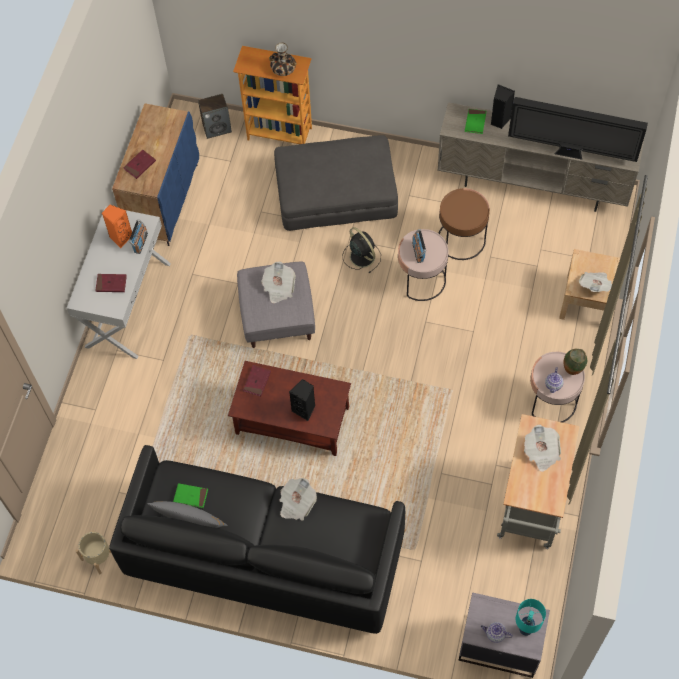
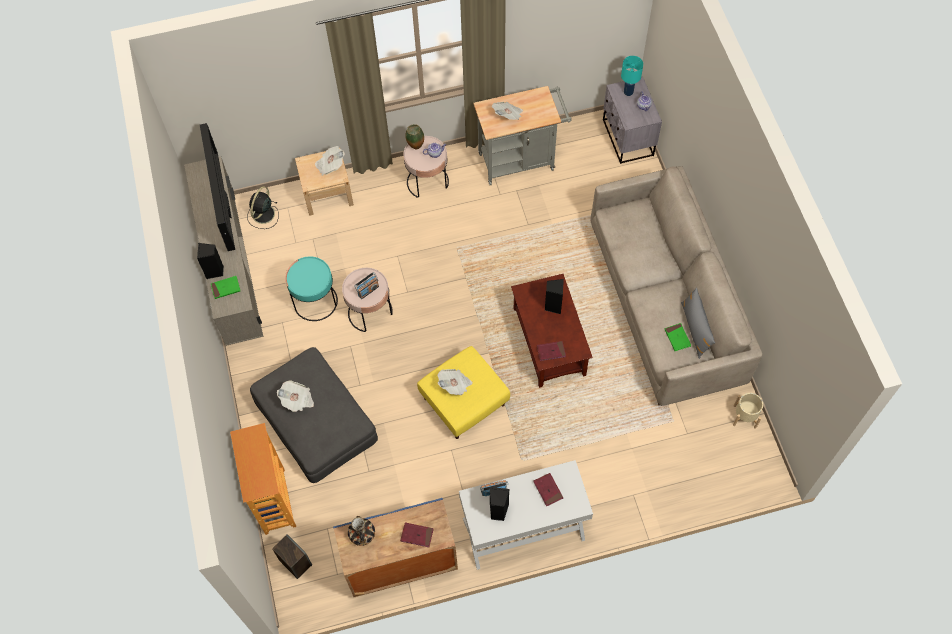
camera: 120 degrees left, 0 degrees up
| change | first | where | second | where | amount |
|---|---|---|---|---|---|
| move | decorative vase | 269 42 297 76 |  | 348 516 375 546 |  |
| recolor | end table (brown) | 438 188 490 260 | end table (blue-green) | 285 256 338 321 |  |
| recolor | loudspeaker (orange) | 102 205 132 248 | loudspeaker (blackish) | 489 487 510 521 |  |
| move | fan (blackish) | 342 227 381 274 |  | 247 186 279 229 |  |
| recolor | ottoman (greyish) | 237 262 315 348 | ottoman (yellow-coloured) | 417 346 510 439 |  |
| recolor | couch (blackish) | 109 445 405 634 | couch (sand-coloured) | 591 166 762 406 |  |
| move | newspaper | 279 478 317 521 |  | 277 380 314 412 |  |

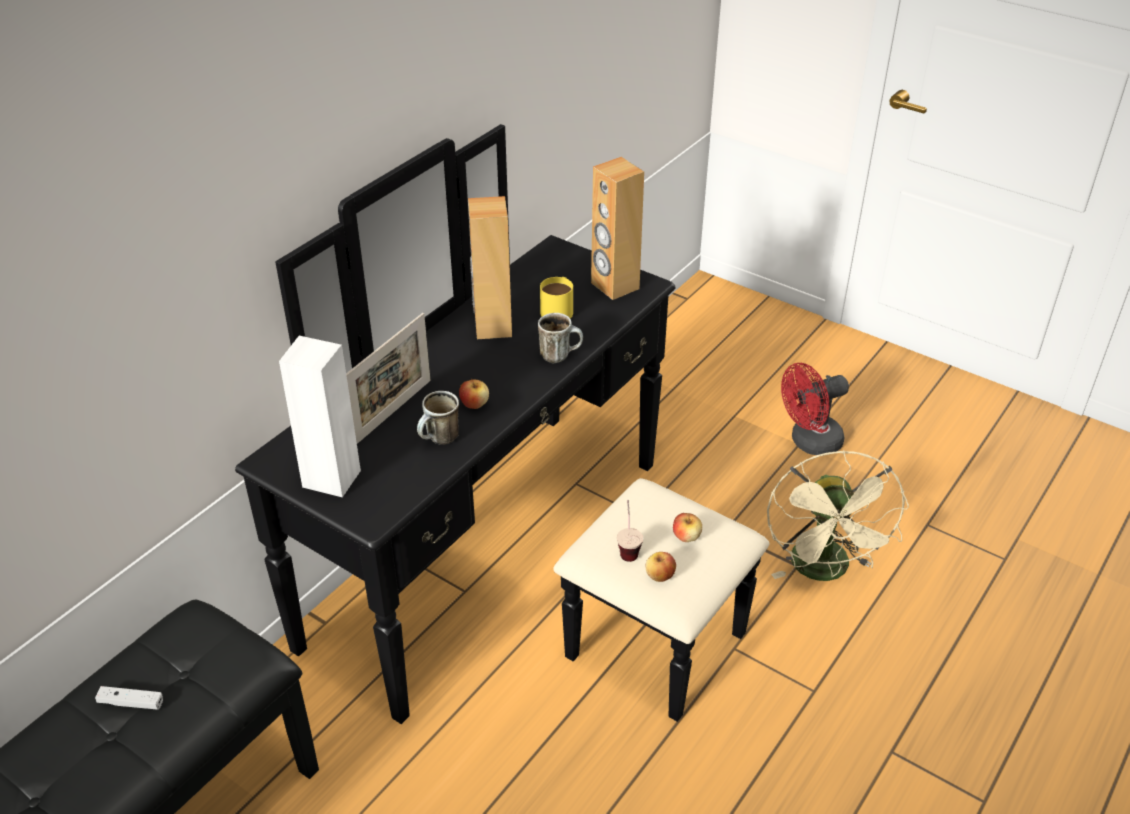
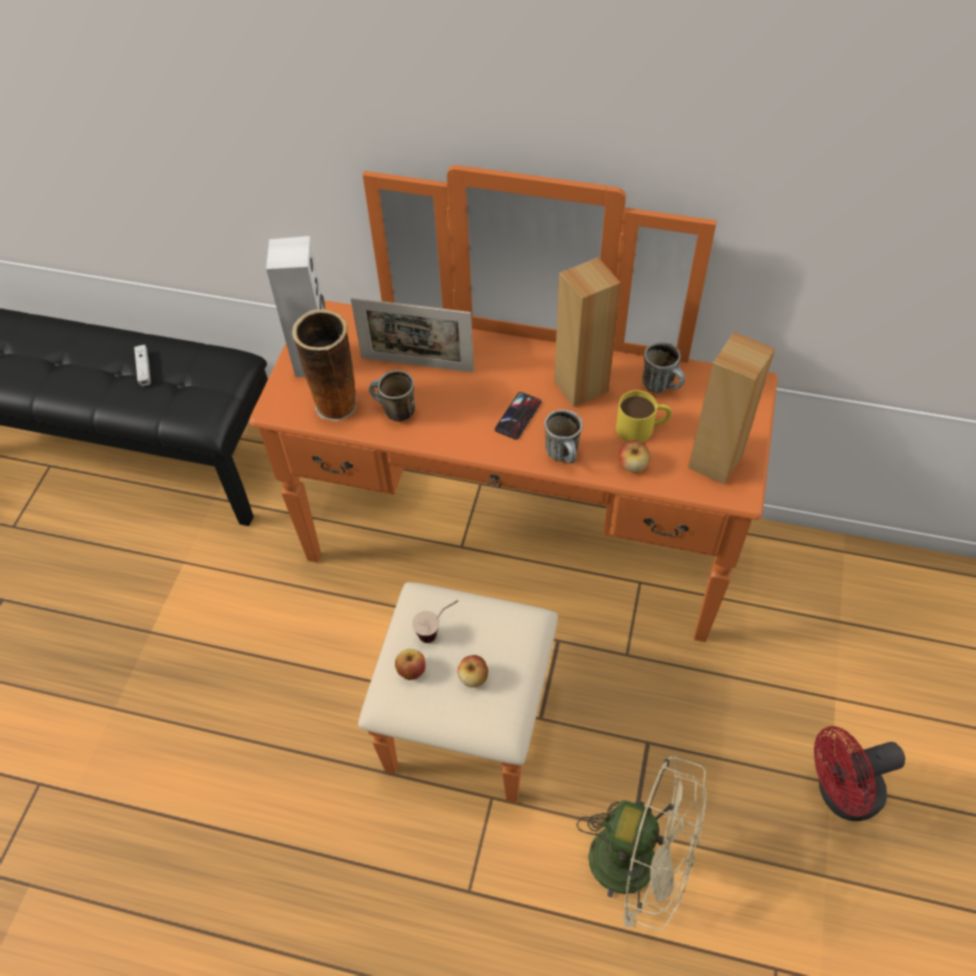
camera: 70 degrees right, 15 degrees up
| change | first | where | second | where | amount |
|---|---|---|---|---|---|
| recolor | drawer chest (blackish) | 235 124 769 724 | drawer chest (orange) | 249 165 778 803 |  |
| rotate | fan (red-coloured) | 781 363 849 455 |  | 814 726 905 821 | 60 degrees counterclockwise |
| move | apple | 459 378 489 409 |  | 619 440 650 472 |  |
| rotate | fan (sand-coloured) | 767 450 909 581 |  | 576 755 707 930 | 135 degrees counterclockwise |
| insert |  |  | decorative vase | 292 309 357 422 |  |
| insert |  |  | coffee mug | 643 342 685 393 |  |
| insert |  |  | handset | 495 392 541 440 |  |

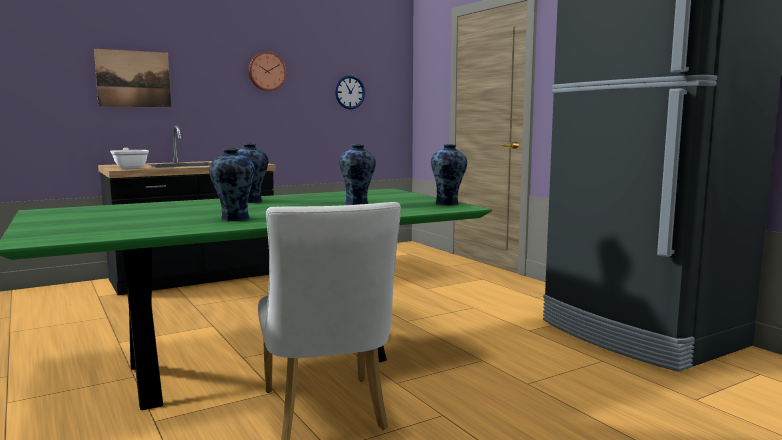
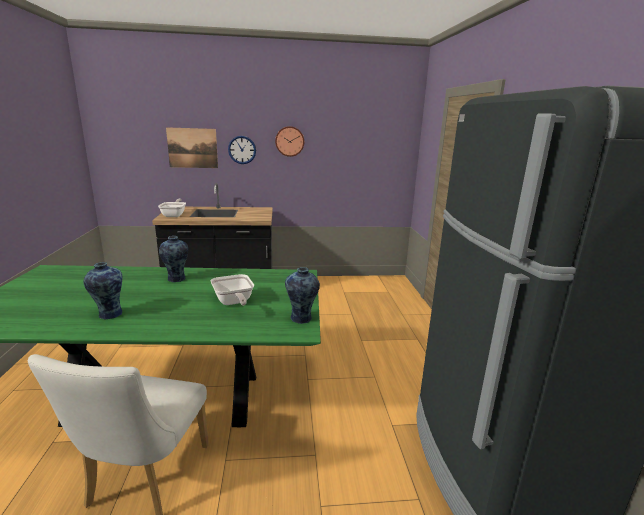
camera: 25 degrees right, 10 degrees up
| change | first | where | second | where | amount |
|---|---|---|---|---|---|
| move | clock on the wall | 335 75 365 109 |  | 228 136 256 164 |  |
| replace | decorative vase | 339 144 376 205 | skillet | 210 274 254 306 |  |

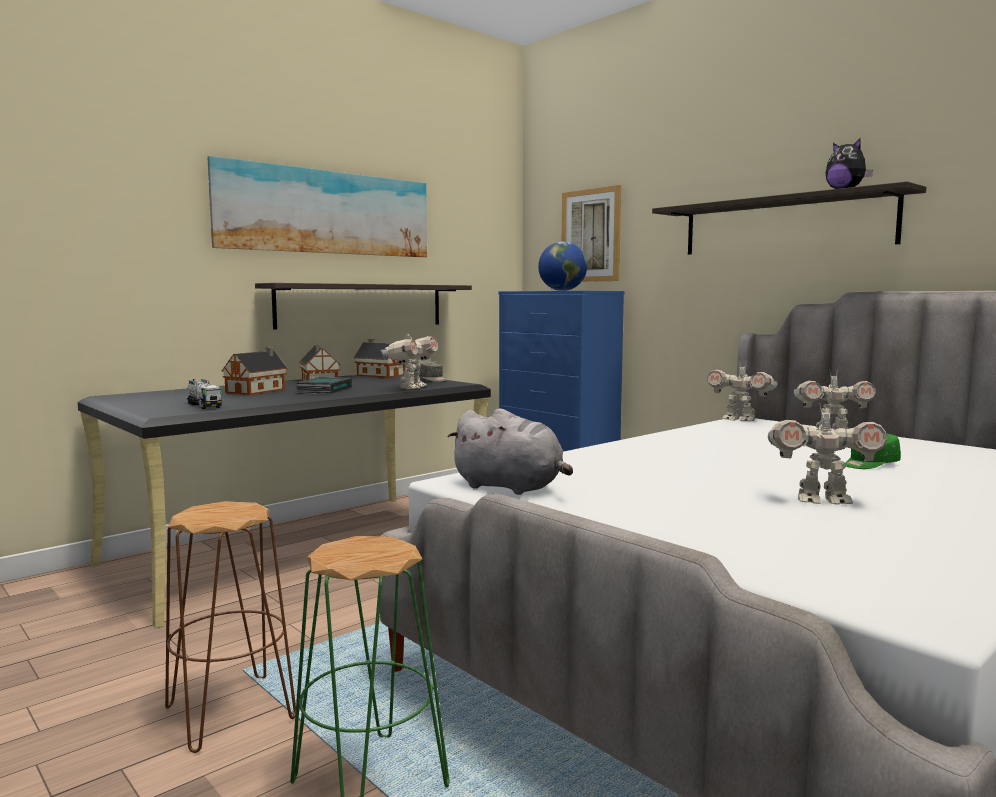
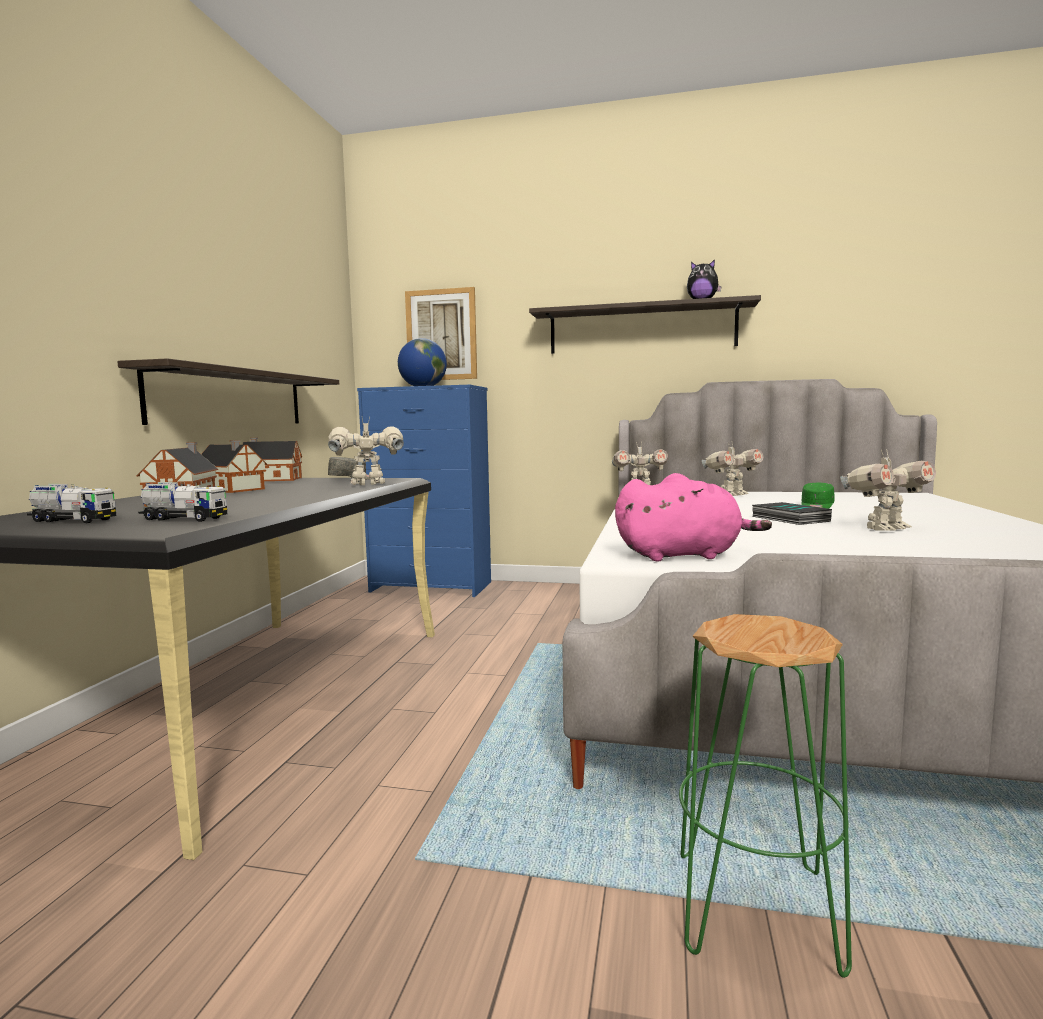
camera: 35 degrees left, 0 degrees up
| change | first | where | second | where | amount |
|---|---|---|---|---|---|
| delete | picture | 208 156 427 257 |  |  |  |
| rotate | robot figure | 380 329 438 389 |  | 328 416 404 485 | 90 degrees counterclockwise |
| move | bound book | 296 377 352 394 |  | 752 502 832 525 |  |
| recolor | plush toy (greyish) | 447 408 573 495 | plush toy (pinkish) | 615 473 772 562 |  |
| delete | stool seat (brown) | 165 501 296 753 |  |  |  |
| insert |  |  | toy truck | 27 484 116 523 |  |

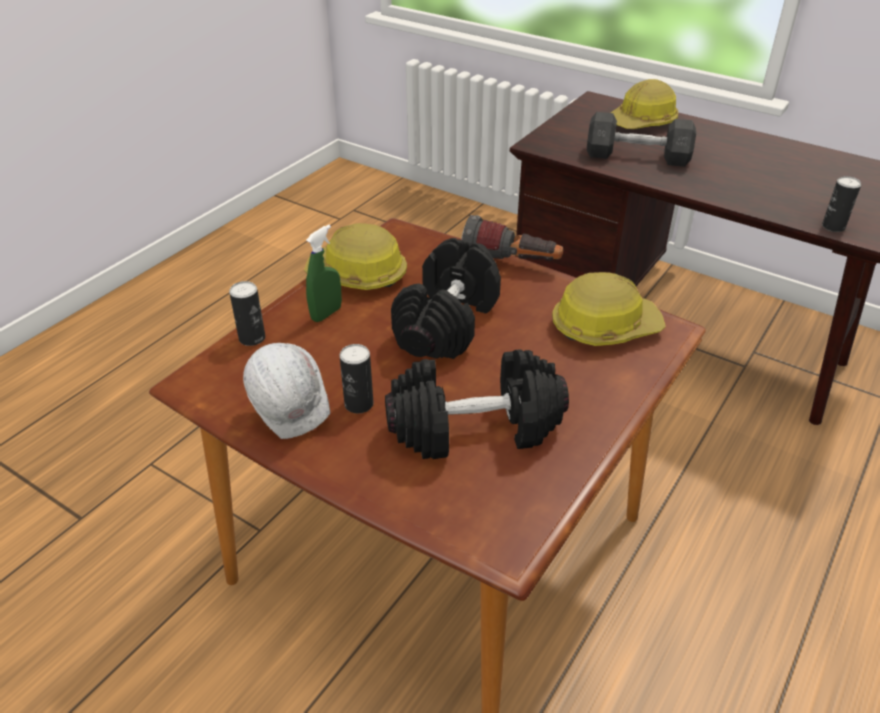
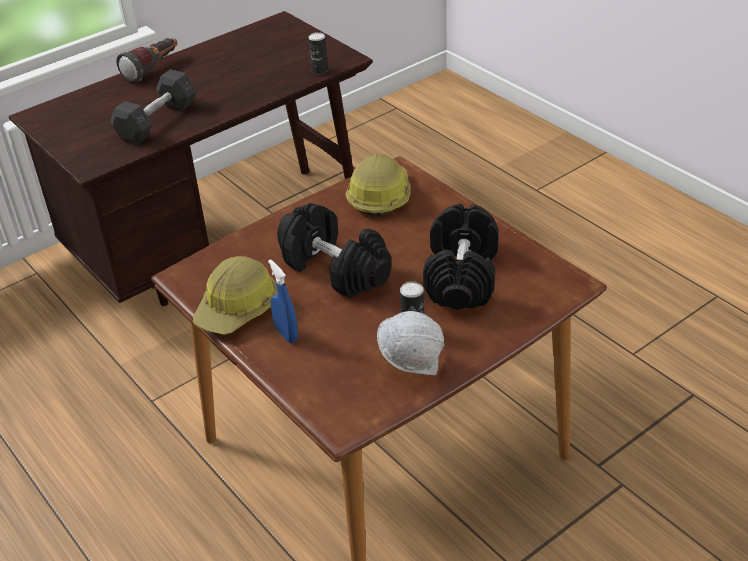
camera: 70 degrees left, 0 degrees up
| change | first | where | second | where | amount |
|---|---|---|---|---|---|
| delete | work helmet | 611 79 678 129 |  |  |  |
| move | flashlight | 461 215 563 261 |  | 116 38 177 83 |  |
| recolor | hand sprayer (green) | 306 224 342 322 | hand sprayer (blue-coloured) | 268 259 298 343 |  |
| delete | can | 229 281 265 346 |  |  |  |

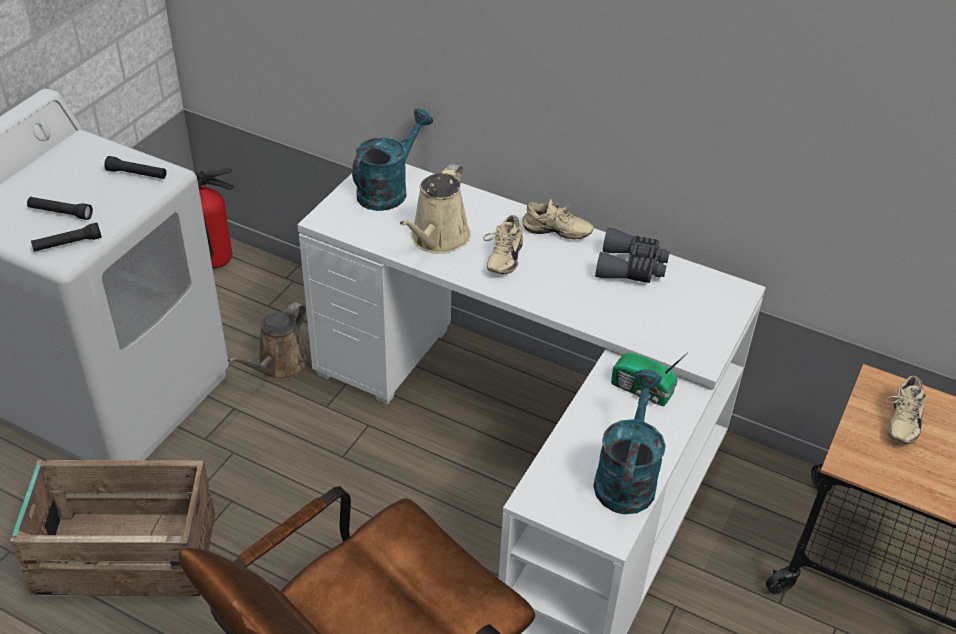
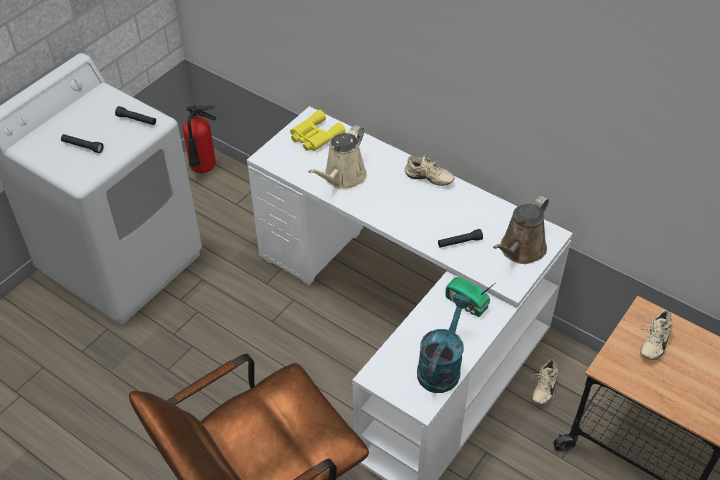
camera: 10 degrees right, 5 degrees up
| change | first | where | second | where | amount |
|---|---|---|---|---|---|
| replace | sprinkling can (blue-green) | 352 108 433 211 | field glasses (yellow-coloured) | 290 110 345 151 |  |
| move | shoe (sand-coloured) | 483 215 523 274 |  | 531 359 558 405 |  |
| move | flashlight (blackish) | 31 223 102 252 |  | 438 229 483 248 |  |
| delete | field glasses (greyish) | 595 227 670 283 |  |  |  |
| move | sprinkling can (brown) | 228 302 310 381 |  | 493 196 549 264 |  |
| delete | shipping crate | 10 460 215 596 |  |  |  |

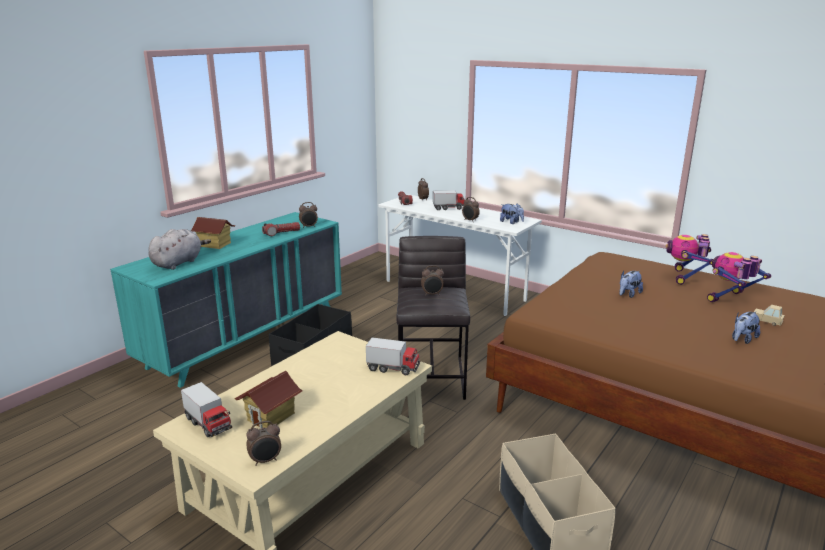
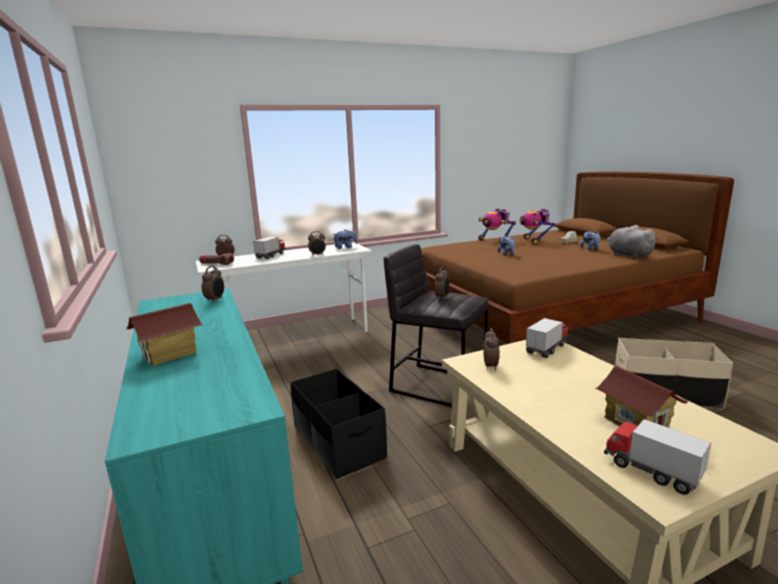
camera: 60 degrees left, 5 degrees down
| change | first | where | second | where | amount |
|---|---|---|---|---|---|
| delete | flashlight | 262 222 300 236 |  |  |  |
| move | plush toy (greyish) | 148 229 211 270 |  | 607 225 659 258 |  |
| rotate | toy truck | 181 382 232 437 |  | 604 419 711 495 | 120 degrees counterclockwise |
| move | alarm clock | 246 421 281 466 |  | 483 328 500 371 |  |

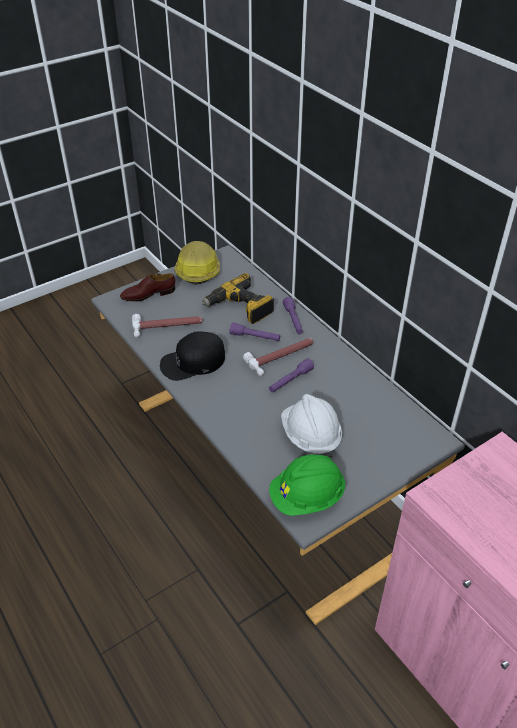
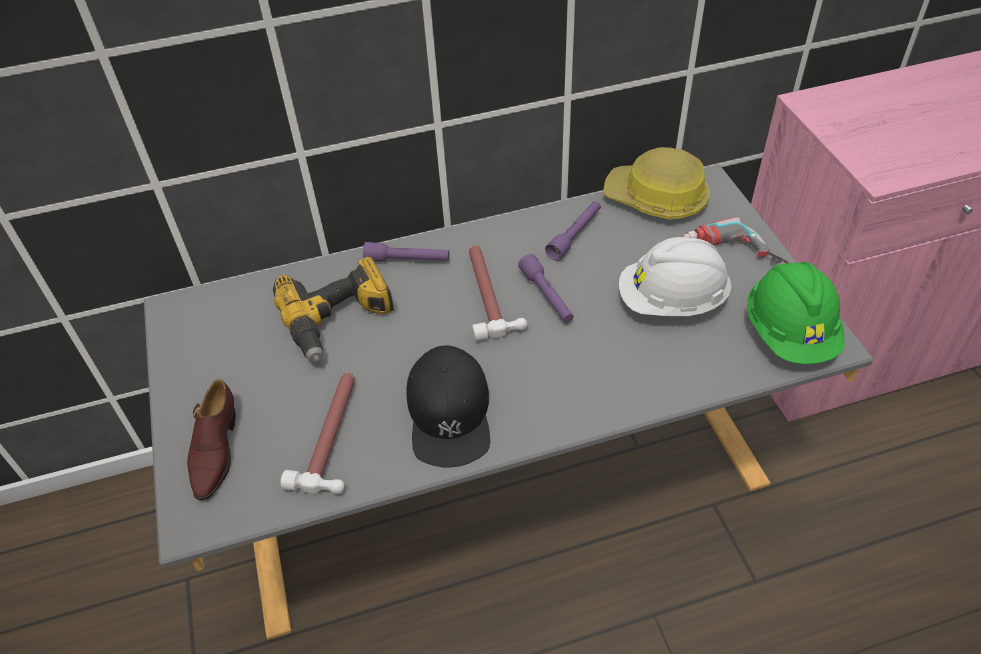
camera: 70 degrees left, 5 degrees up
| change | first | where | second | where | amount |
|---|---|---|---|---|---|
| move | work helmet | 174 241 220 285 |  | 603 147 710 220 |  |
| move | flashlight (purple-coloured) | 229 322 280 341 |  | 545 201 601 261 |  |
| insert |  |  | drill | 683 217 789 263 |  |

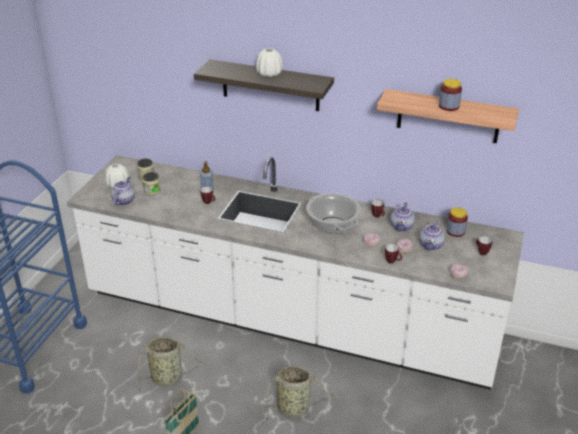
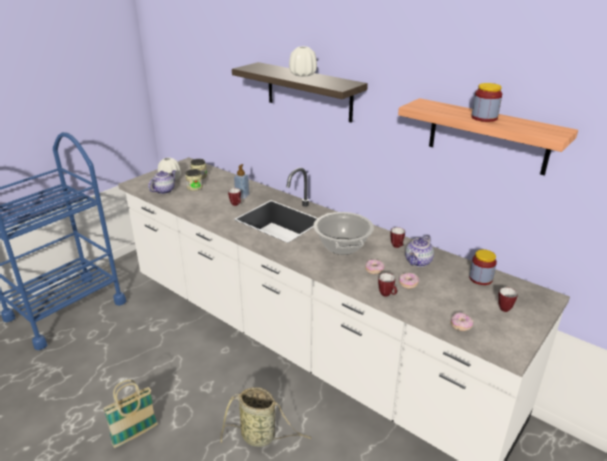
camera: 20 degrees right, 5 degrees down
| change | first | where | second | where | amount |
|---|---|---|---|---|---|
| delete | teapot | 419 220 445 250 |  |  |  |
| delete | storage basket | 134 337 212 392 |  |  |  |

